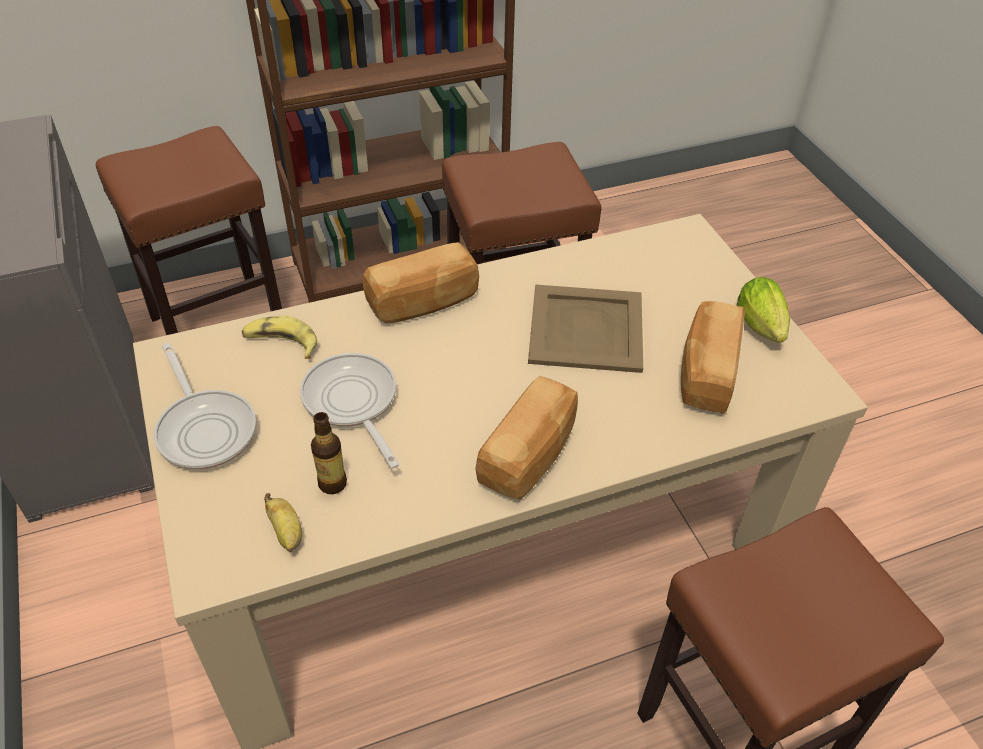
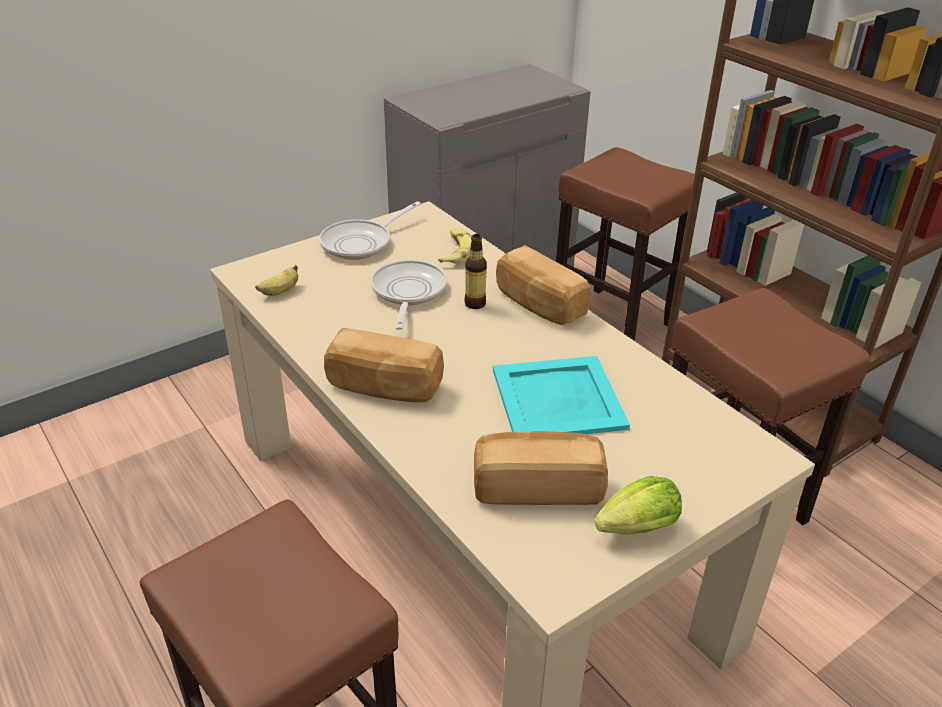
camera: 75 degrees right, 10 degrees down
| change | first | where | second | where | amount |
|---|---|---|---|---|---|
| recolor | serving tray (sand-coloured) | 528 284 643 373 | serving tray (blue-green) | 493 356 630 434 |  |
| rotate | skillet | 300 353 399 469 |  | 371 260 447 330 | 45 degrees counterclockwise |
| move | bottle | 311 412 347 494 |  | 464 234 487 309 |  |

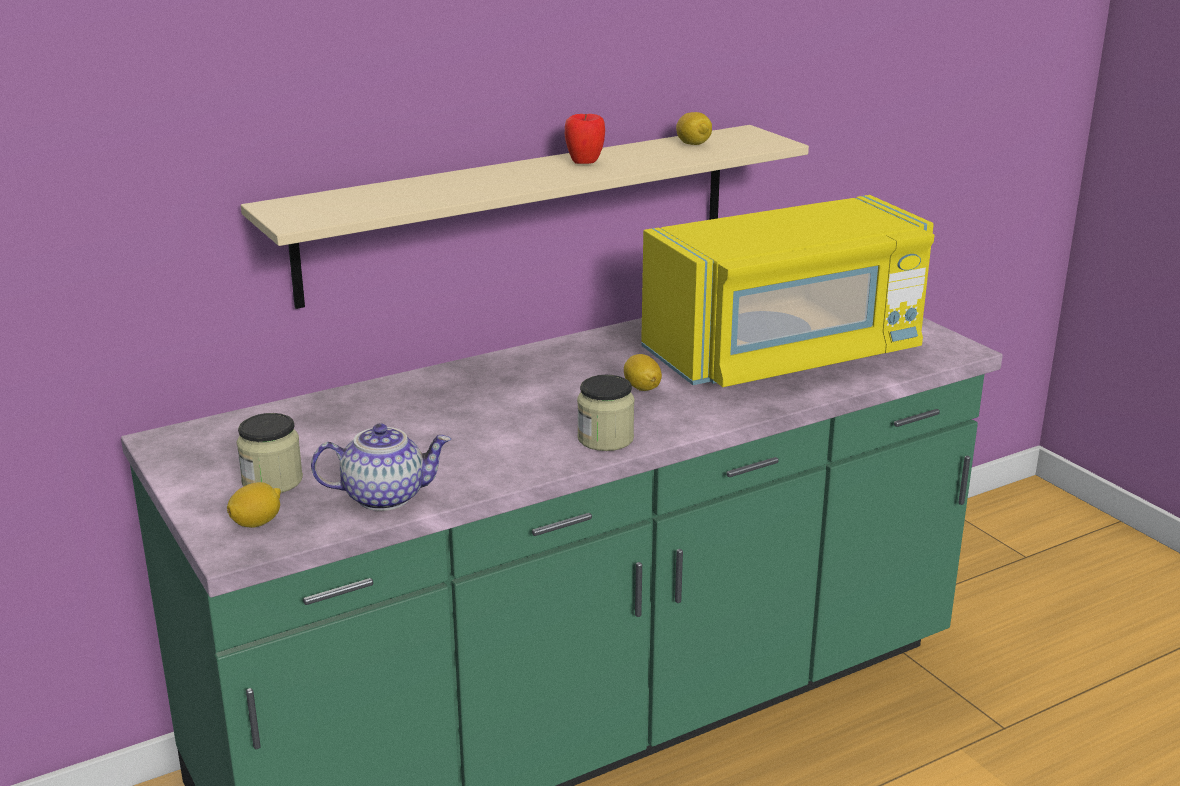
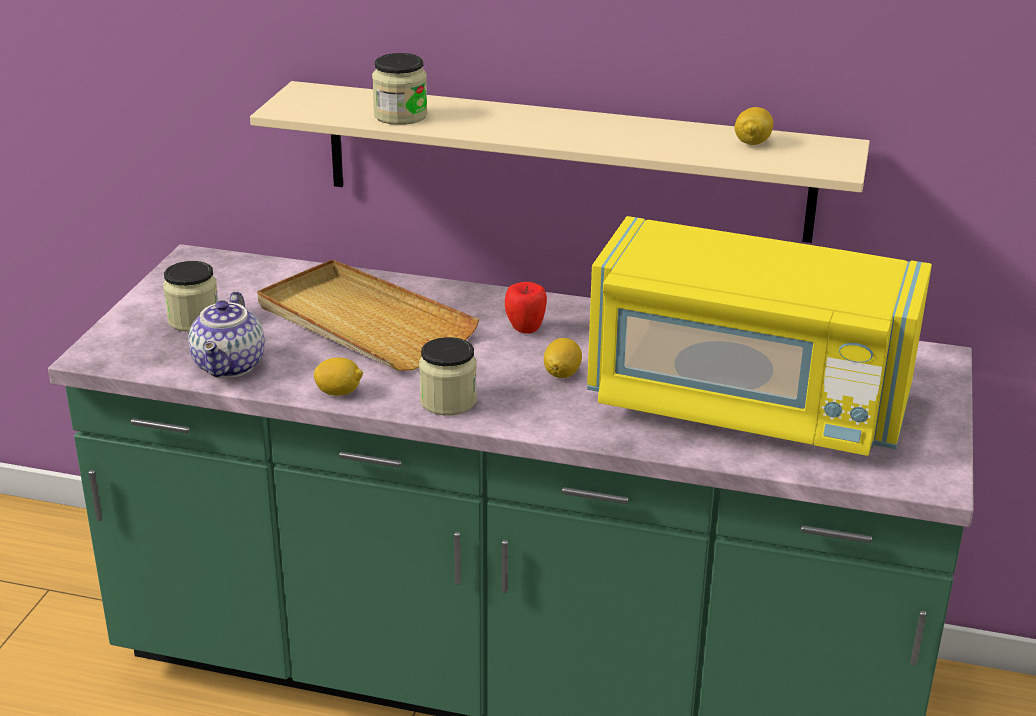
camera: 45 degrees right, 5 degrees up
| change | first | where | second | where | amount |
|---|---|---|---|---|---|
| move | apple | 565 114 605 164 |  | 505 282 547 334 |  |
| rotate | teapot | 311 423 451 511 |  | 188 291 265 378 | 60 degrees clockwise |
| move | lemon | 227 482 281 528 |  | 314 358 363 396 |  |
| insert |  |  | storage jar | 372 53 428 125 |  |
| insert |  |  | serving tray (sand-coloured) | 257 259 479 371 |  |

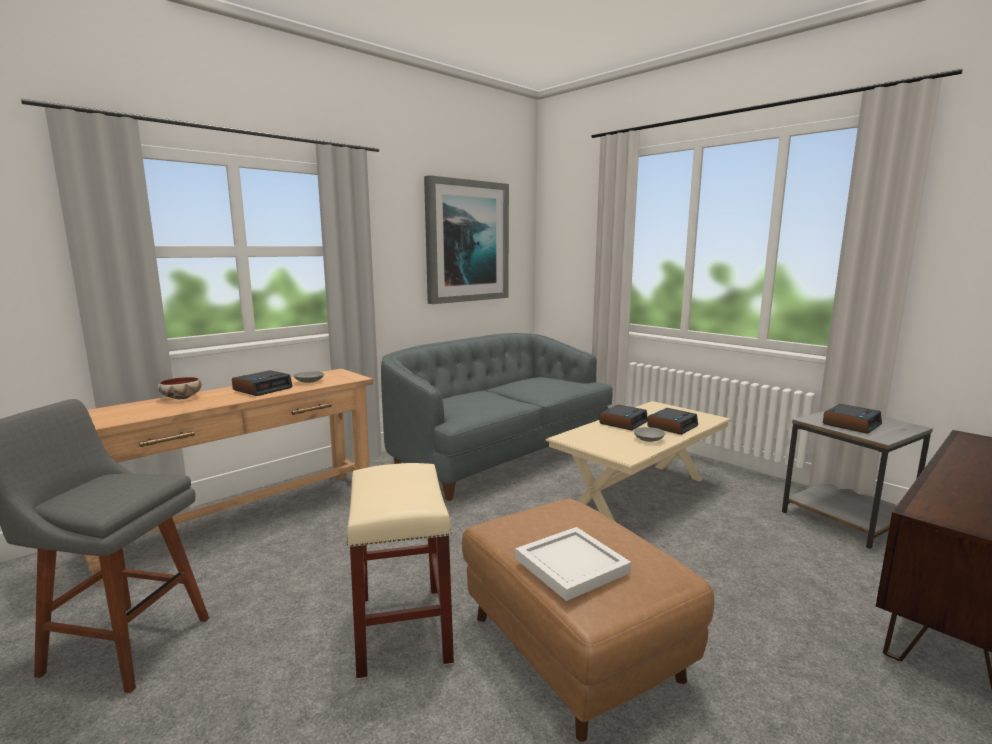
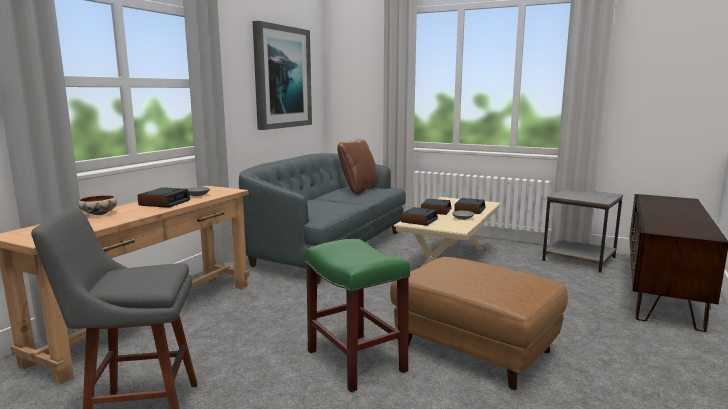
camera: 20 degrees left, 0 degrees up
| change | first | where | second | where | amount |
|---|---|---|---|---|---|
| move | alarm clock | 823 404 882 434 |  | 401 207 438 226 |  |
| recolor | stool seat (sand-coloured) | 347 463 454 679 | stool seat (green) | 305 239 410 392 |  |
| delete | serving tray (white-coloured) | 515 527 631 601 |  |  |  |
| insert |  |  | cushion (brown) | 337 139 379 195 |  |

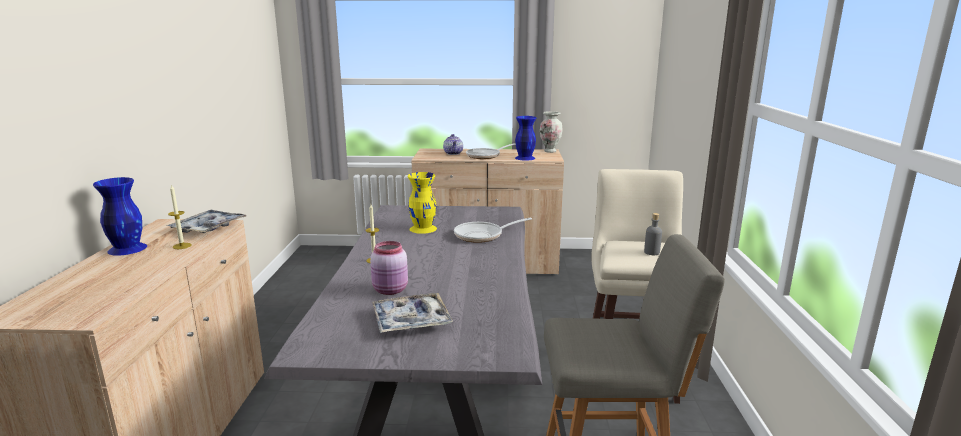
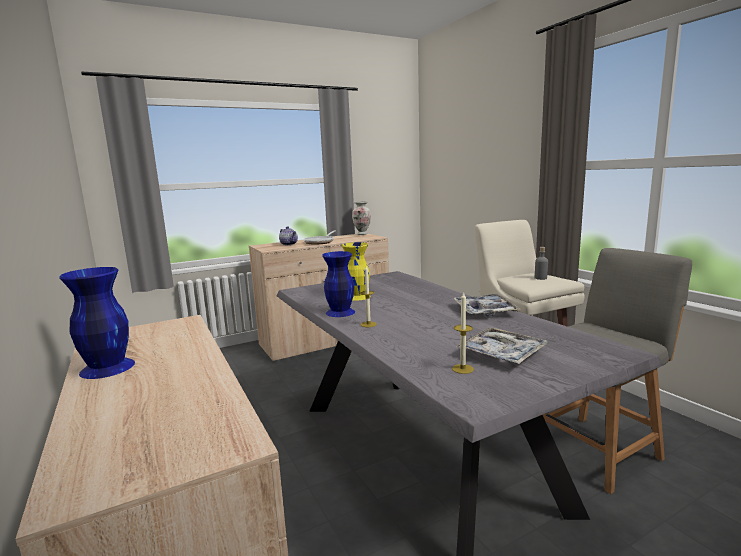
camera: 30 degrees left, 5 degrees down
| change | first | where | second | where | amount |
|---|---|---|---|---|---|
| move | decorative vase (blue-coloured) | 515 116 536 161 |  | 322 251 355 317 |  |
| move | wax light | 168 185 192 249 |  | 452 292 474 374 |  |
| move | serving tray | 167 210 246 233 |  | 453 294 520 317 |  |
| delete | skillet | 454 217 532 243 |  |  |  |
| delete | storage jar (pinkish) | 370 241 408 295 |  |  |  |

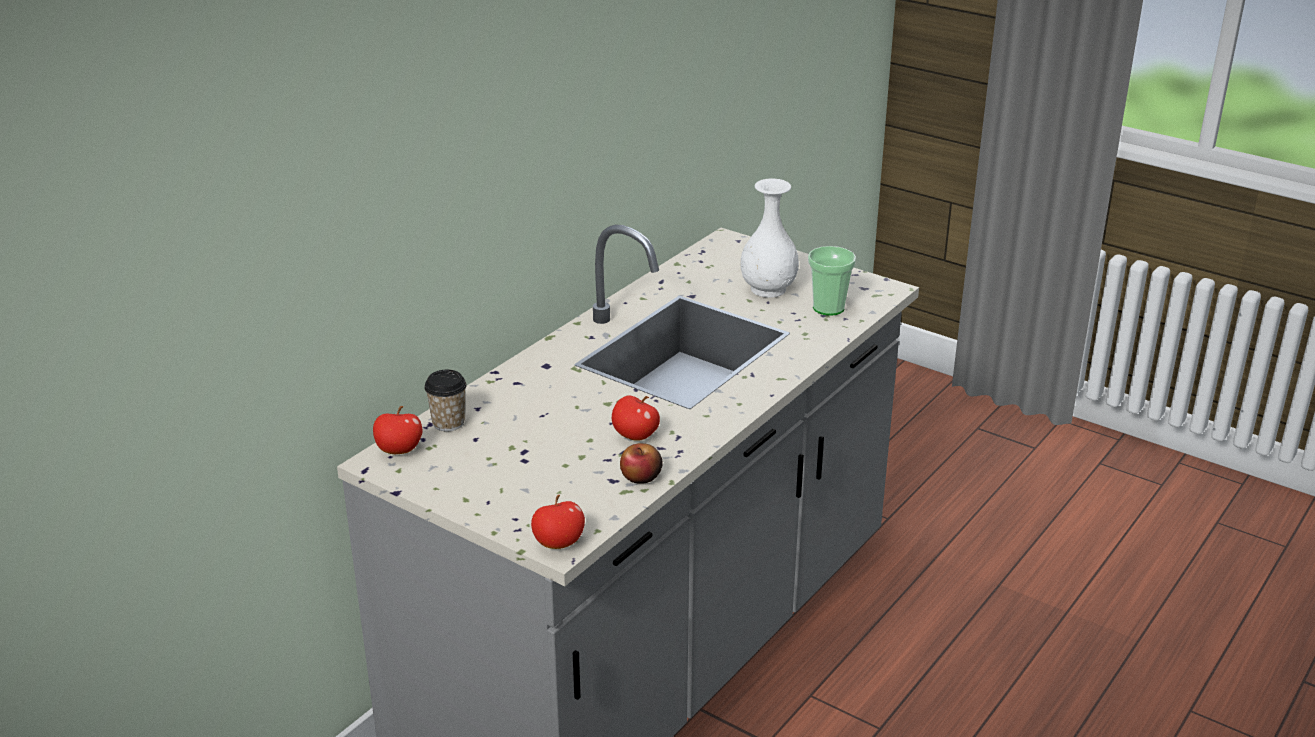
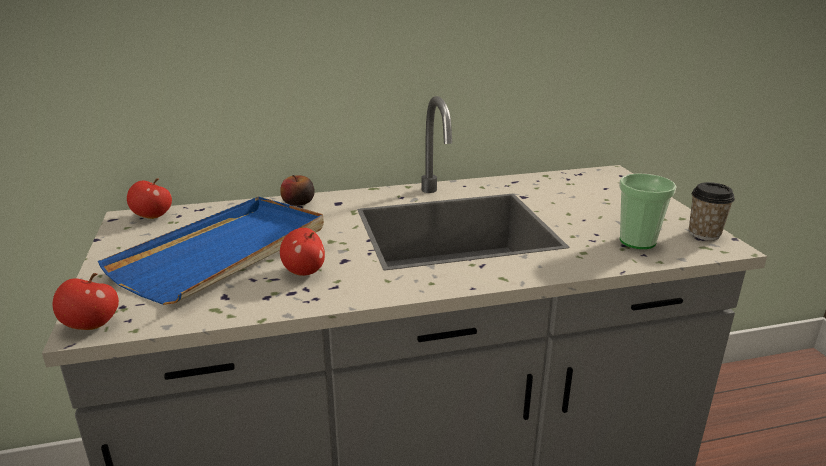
camera: 40 degrees right, 5 degrees down
| change | first | where | second | where | amount |
|---|---|---|---|---|---|
| delete | decorative vase (white-coloured) | 741 178 799 298 |  |  |  |
| move | cup | 424 370 467 431 |  | 689 182 735 240 |  |
| move | apple | 620 443 663 484 |  | 280 175 315 206 |  |
| insert |  |  | serving tray (blue-coloured) | 98 197 324 305 |  |

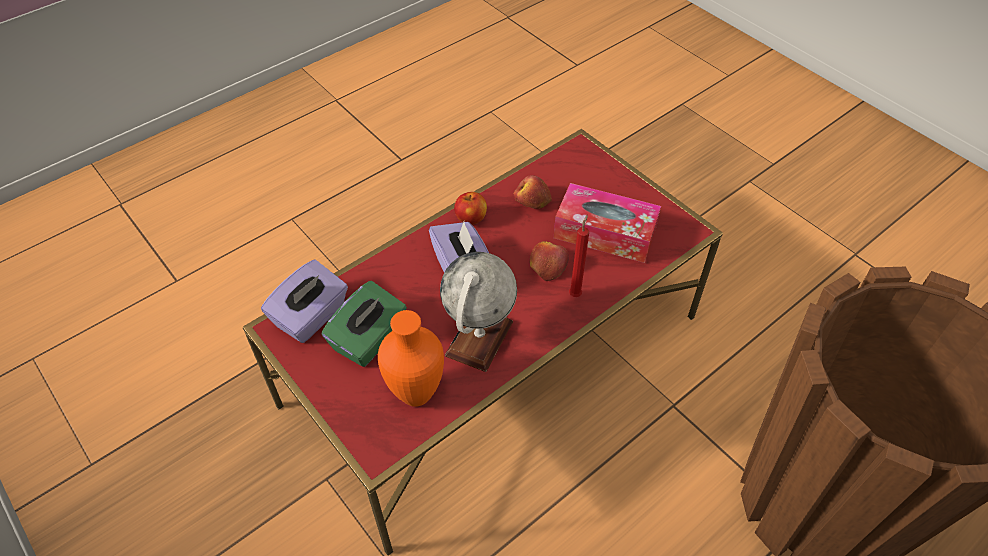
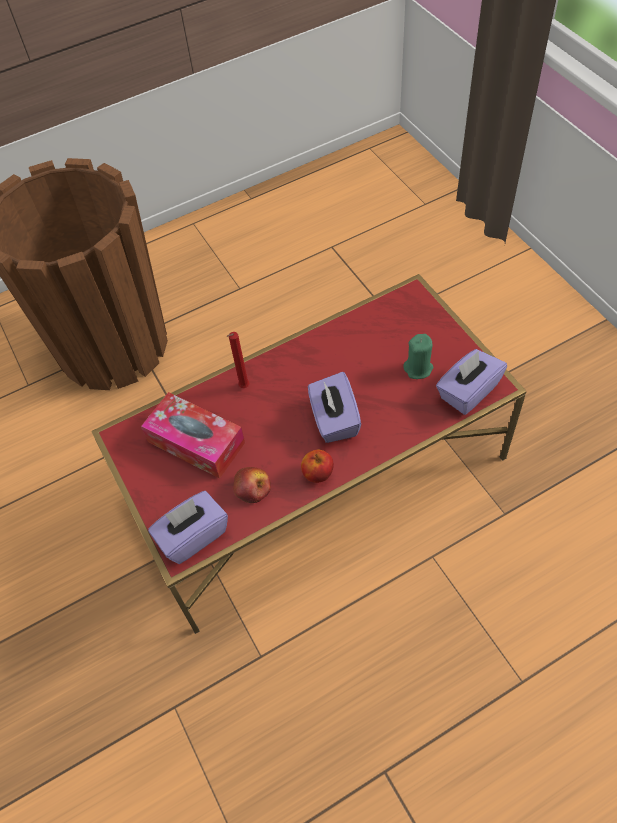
camera: 165 degrees left, 5 degrees up
| change | first | where | second | where | amount |
|---|---|---|---|---|---|
| delete | apple | 529 241 569 281 |  |  |  |
| delete | world globe | 440 252 517 372 |  |  |  |
| replace | tissue box (green) | 322 281 407 367 | wax light (green) | 403 334 433 379 |  |
| delete | decorative vase (orange) | 378 310 444 407 |  |  |  |
| insert |  |  | tissue box (purple-coloured) | 148 491 228 564 |  |

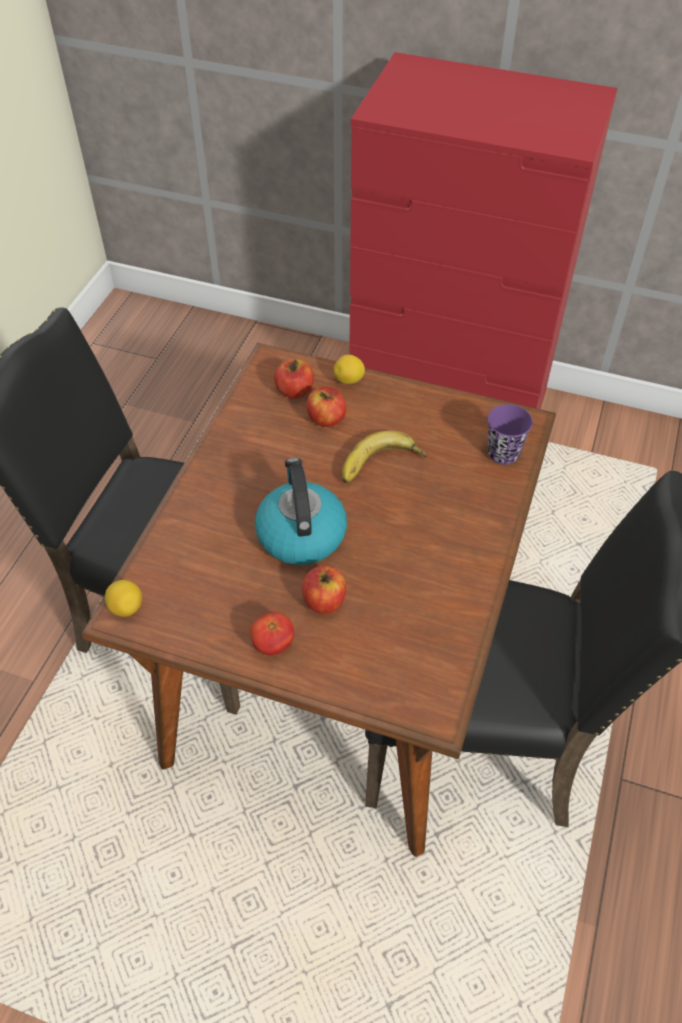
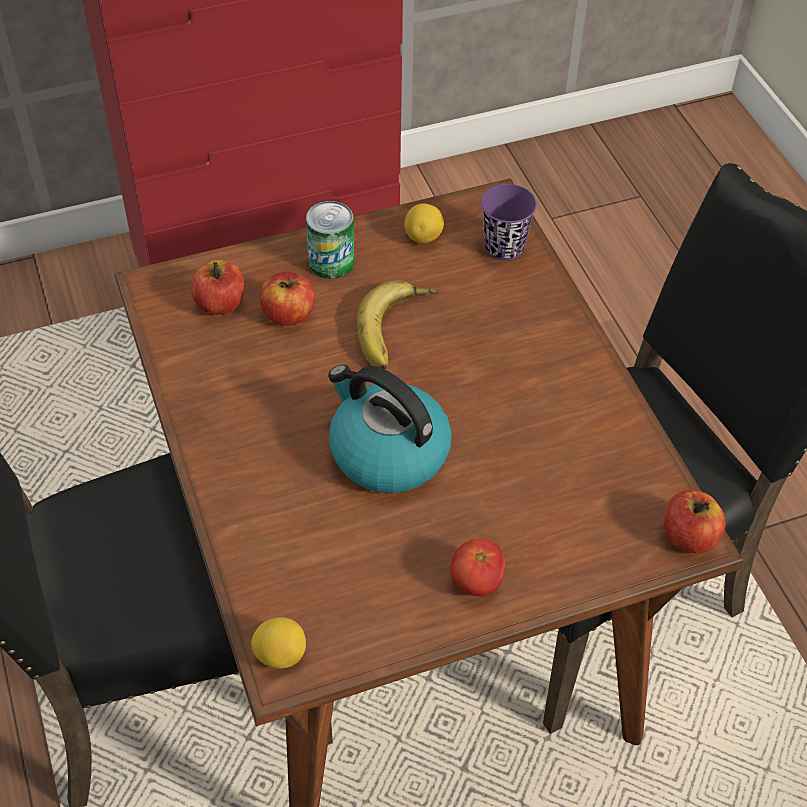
camera: 40 degrees left, 0 degrees up
| change | first | where | second | where | amount |
|---|---|---|---|---|---|
| move | lemon | 333 355 365 384 |  | 404 204 444 243 |  |
| move | apple | 302 565 346 614 |  | 664 490 726 553 |  |
| insert |  |  | can | 306 201 354 279 |  |

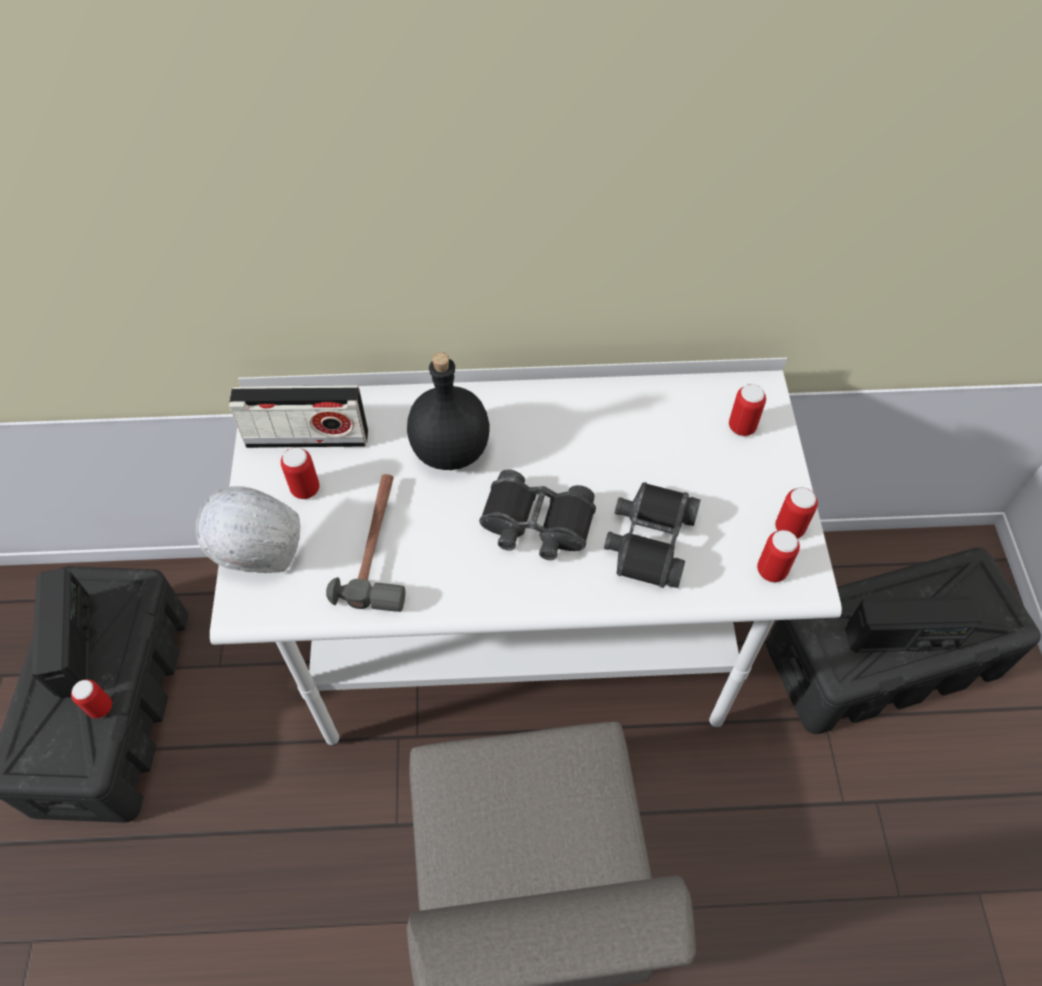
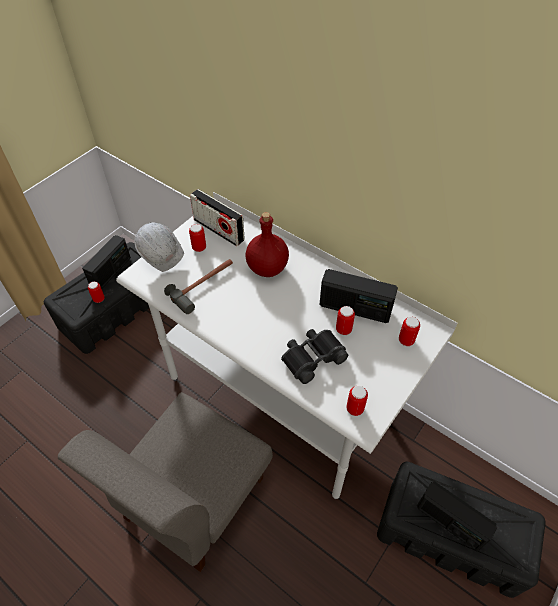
camera: 40 degrees right, 5 degrees down
| change | first | where | second | where | amount |
|---|---|---|---|---|---|
| recolor | bottle (blackish) | 407 353 490 470 | bottle (red-coloured) | 245 212 289 277 |  |
| delete | field glasses (blackish) | 479 469 596 560 |  |  |  |
| move | can | 775 487 818 539 |  | 336 306 355 335 |  |
| insert |  |  | radio | 319 269 398 323 |  |

